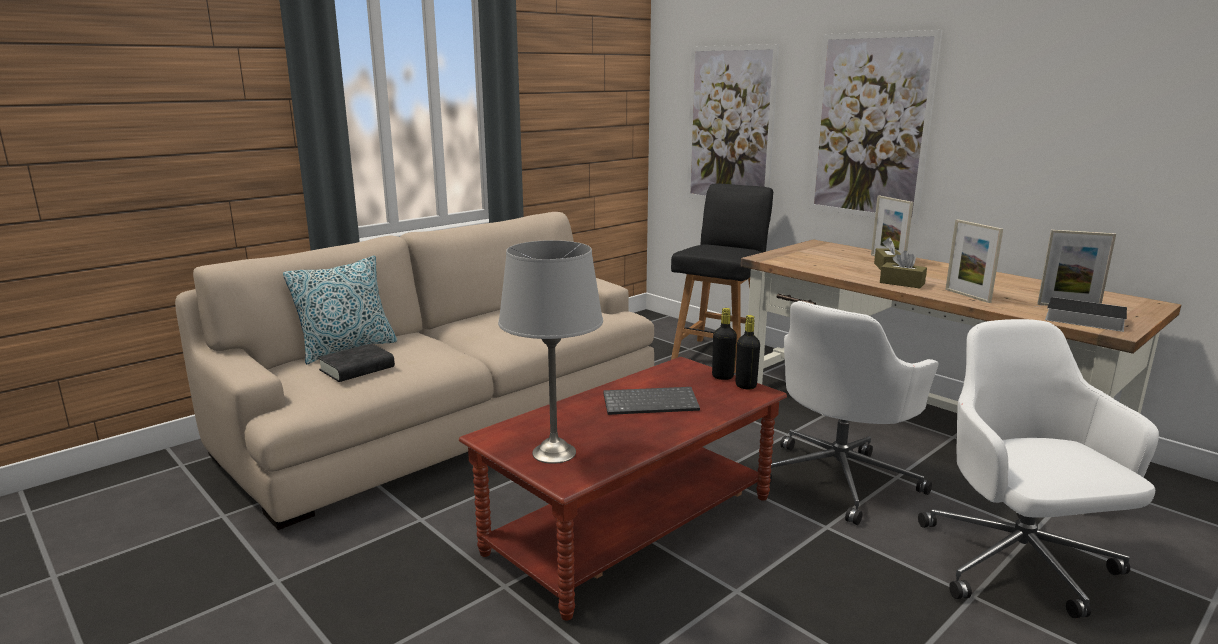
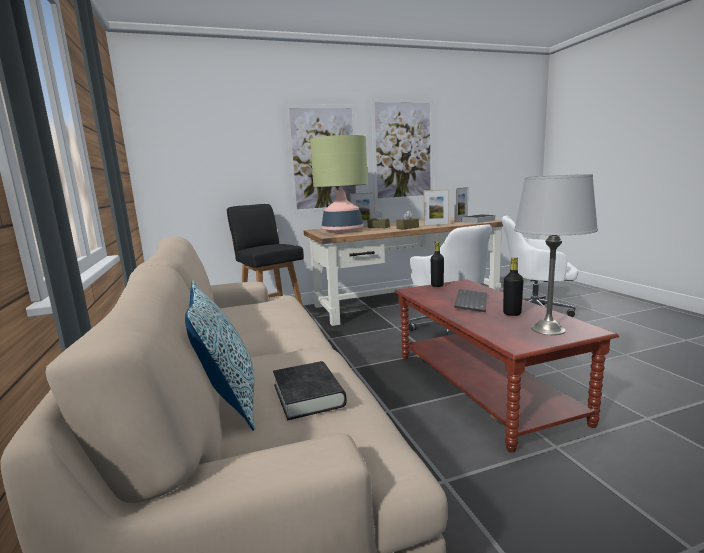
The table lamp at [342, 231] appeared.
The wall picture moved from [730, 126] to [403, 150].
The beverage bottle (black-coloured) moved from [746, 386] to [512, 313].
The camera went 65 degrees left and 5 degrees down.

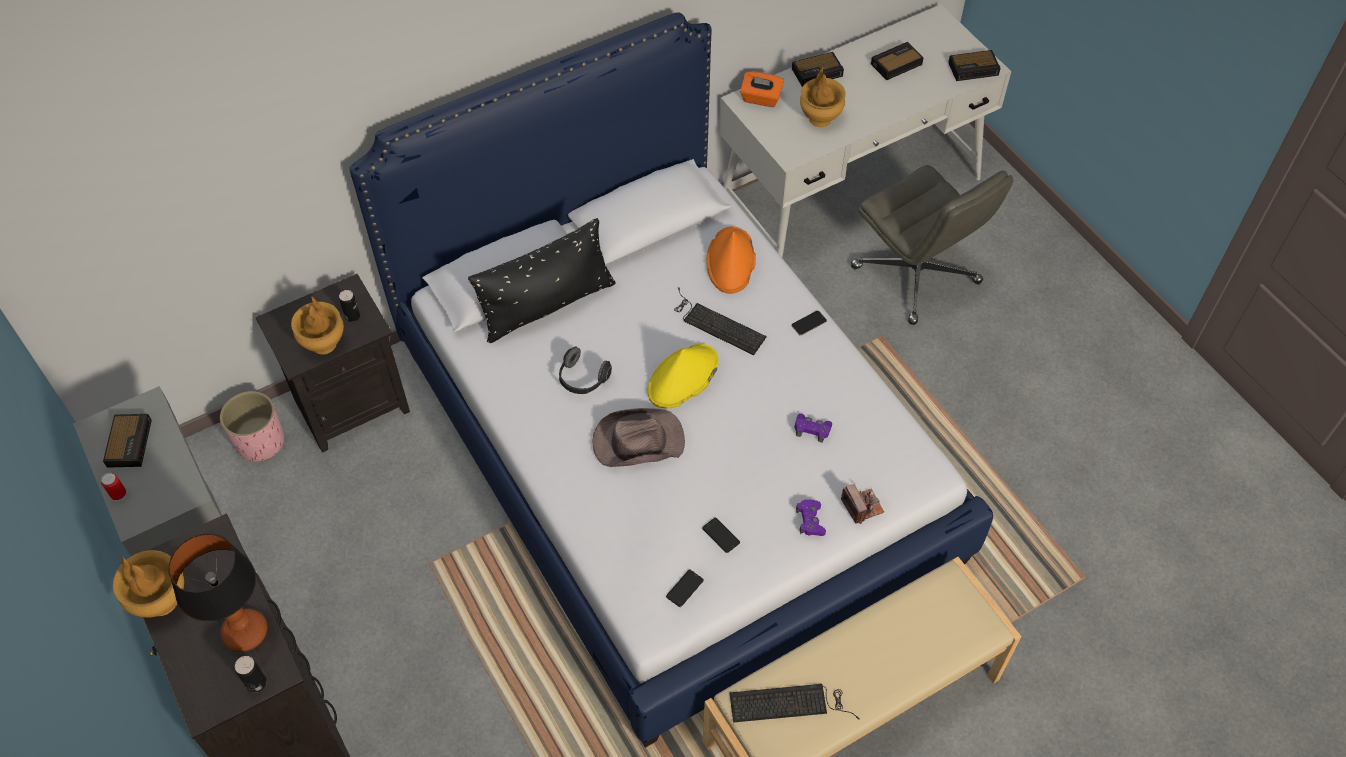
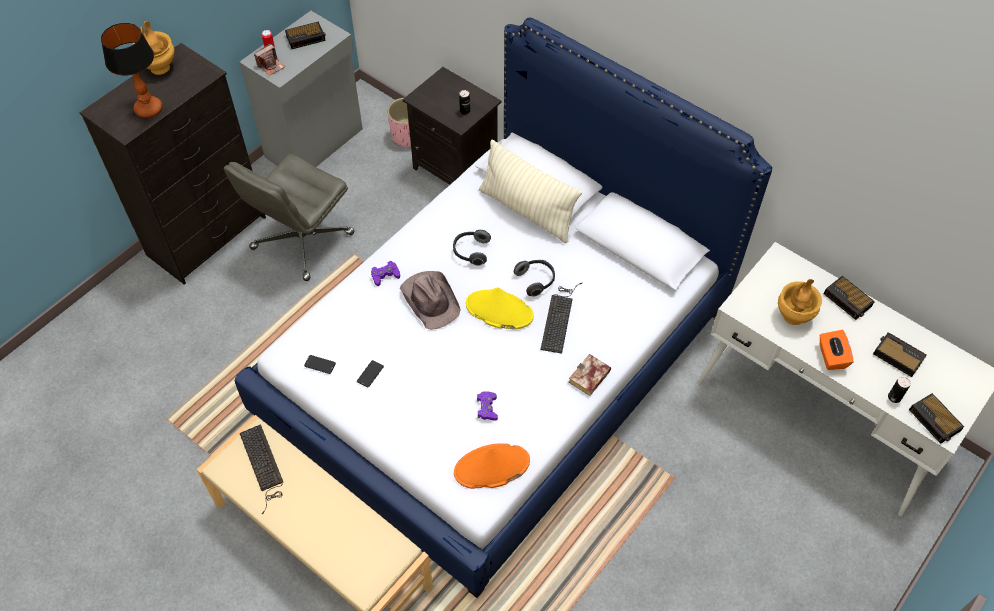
The decorative vase (brownish) at [324, 345] disappeared.
The headset at [536, 280] appeared.
The sealed can moved from [256, 683] to [894, 397].
The hat (orange) moved from [731, 261] to [491, 467].
The tissue box (orange) moved from [761, 99] to [831, 357].
The game controller (purplish) moved from [810, 521] to [385, 275].
The still camera moved from [862, 506] to [271, 66].
The office chair (greyish) moved from [917, 275] to [302, 242].
The telephone at [809, 323] was replaced by the volume at [589, 379].
The cushion (black-coloured) at [547, 305] became the cushion (beige-coloured) at [527, 211].
The camera went 70 degrees right and 0 degrees up.

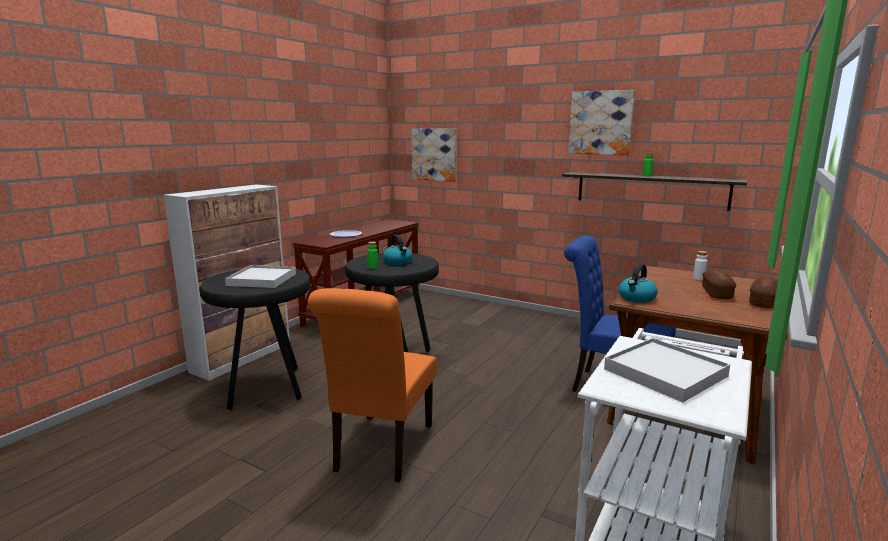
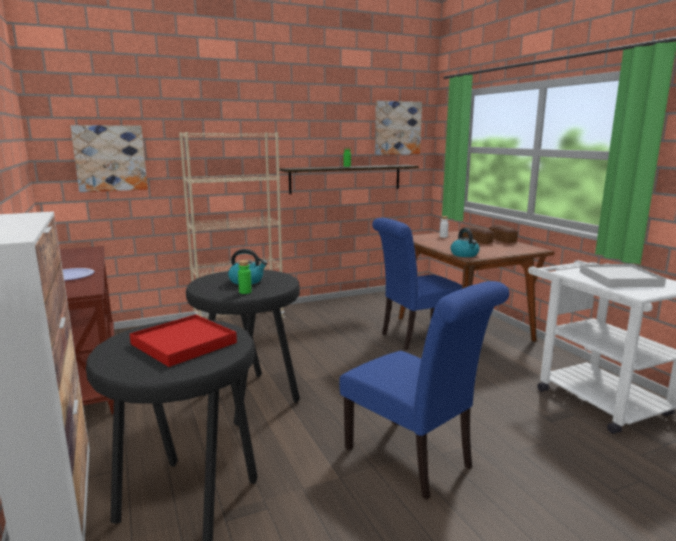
The bookshelf (beige-coloured) at [239, 320] appeared.
The wall picture moved from [600, 123] to [397, 128].
The tray (whitish) at [262, 279] became the tray (red-coloured) at [184, 343].
The chair (orange) at [381, 451] became the chair (blue) at [414, 460].
The camera went 55 degrees left and 0 degrees up.

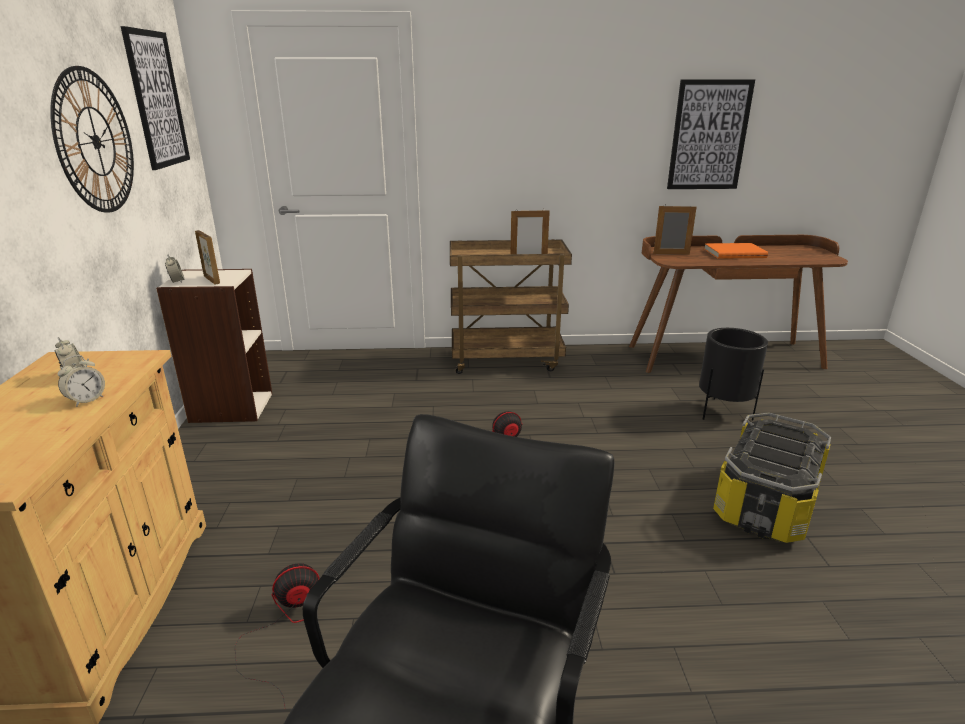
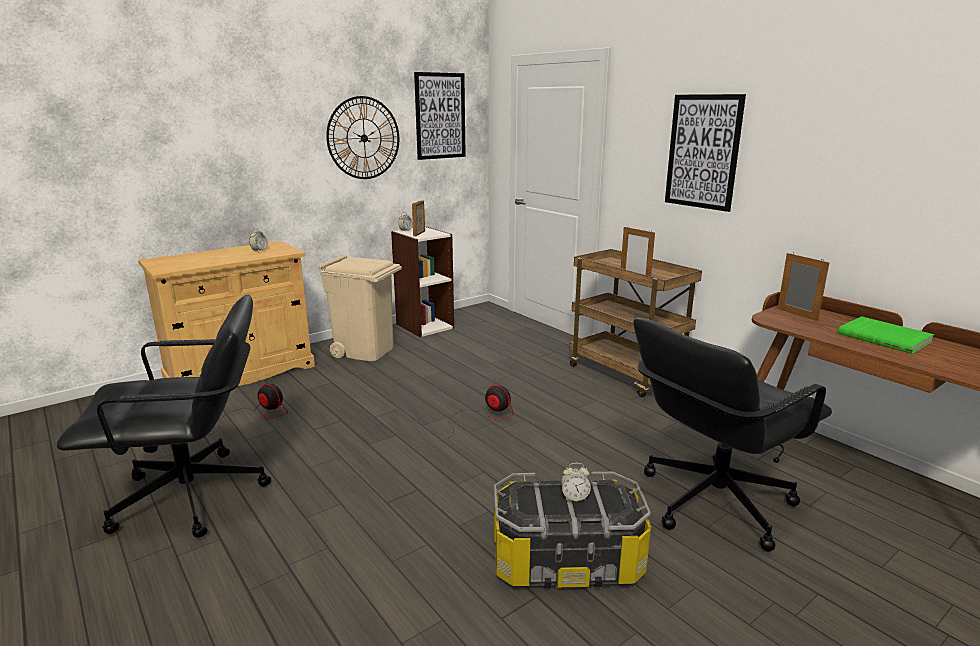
The trash can (beige-coloured) at [365, 350] appeared.
The bedside clock moved from [86, 400] to [574, 497].
The wall picture moved from [709, 136] to [703, 152].
The planter (black-coloured) at [722, 412] was replaced by the office chair (black-coloured) at [713, 501].
The volume (orange) at [734, 253] became the volume (green-coloured) at [884, 337].
The camera went 55 degrees right and 5 degrees down.

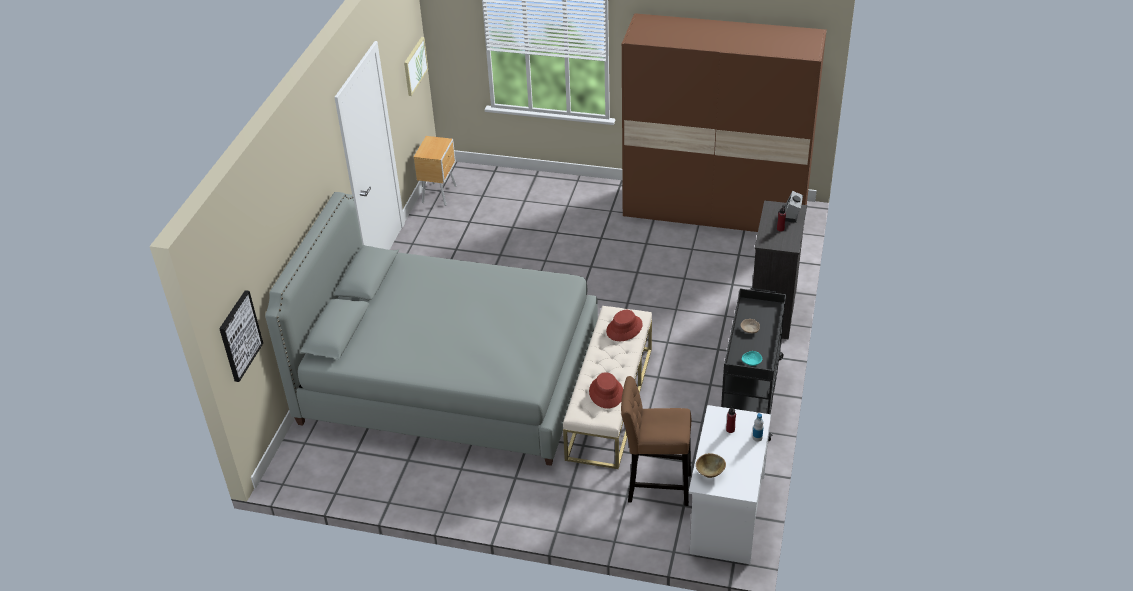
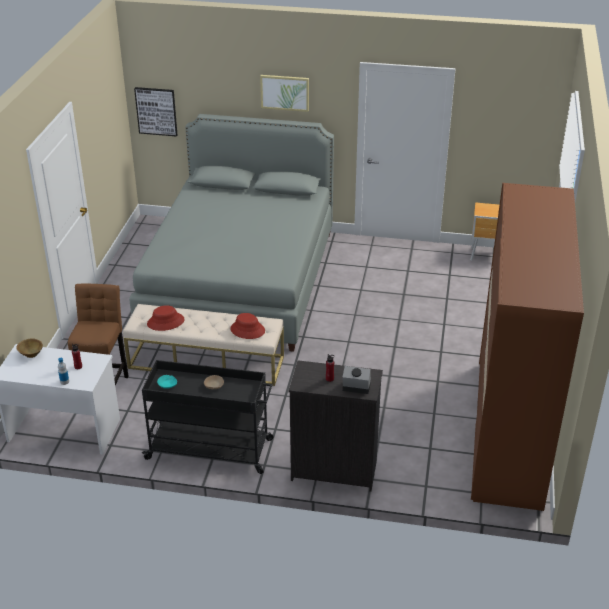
The wall picture moved from [415, 66] to [285, 92].
The camera went 85 degrees right and 5 degrees down.

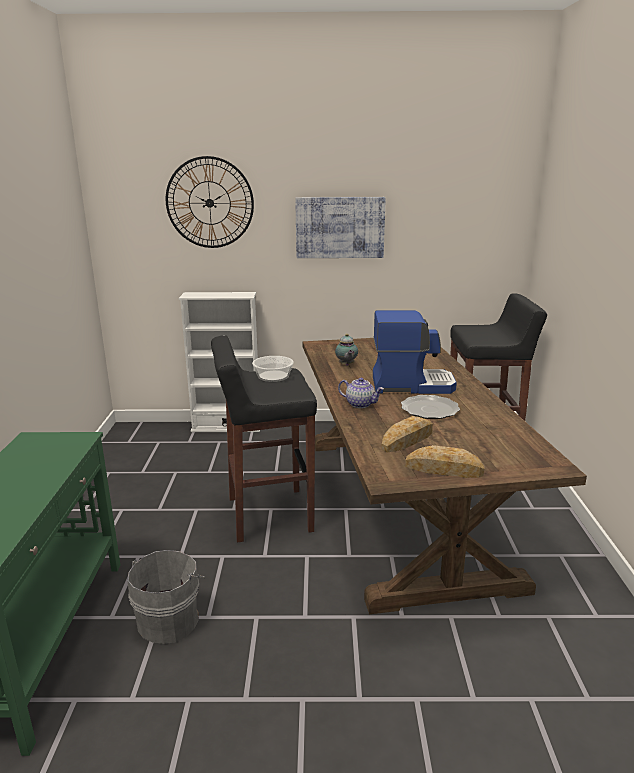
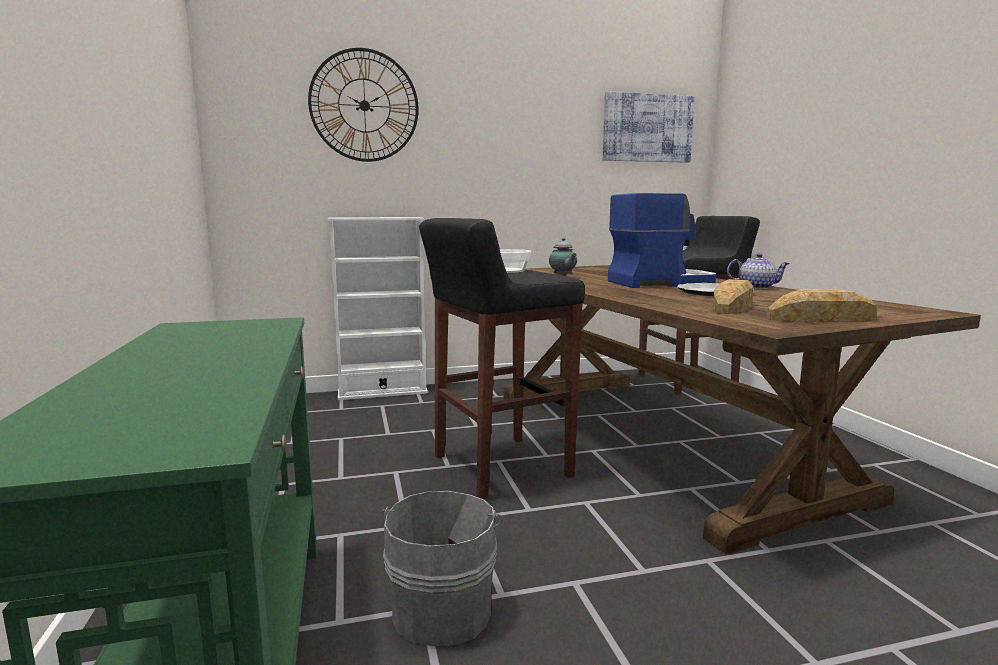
The wall picture moved from [340, 227] to [647, 128].
The pot for tea moved from [360, 404] to [756, 287].
The camera went 15 degrees left and 10 degrees down.

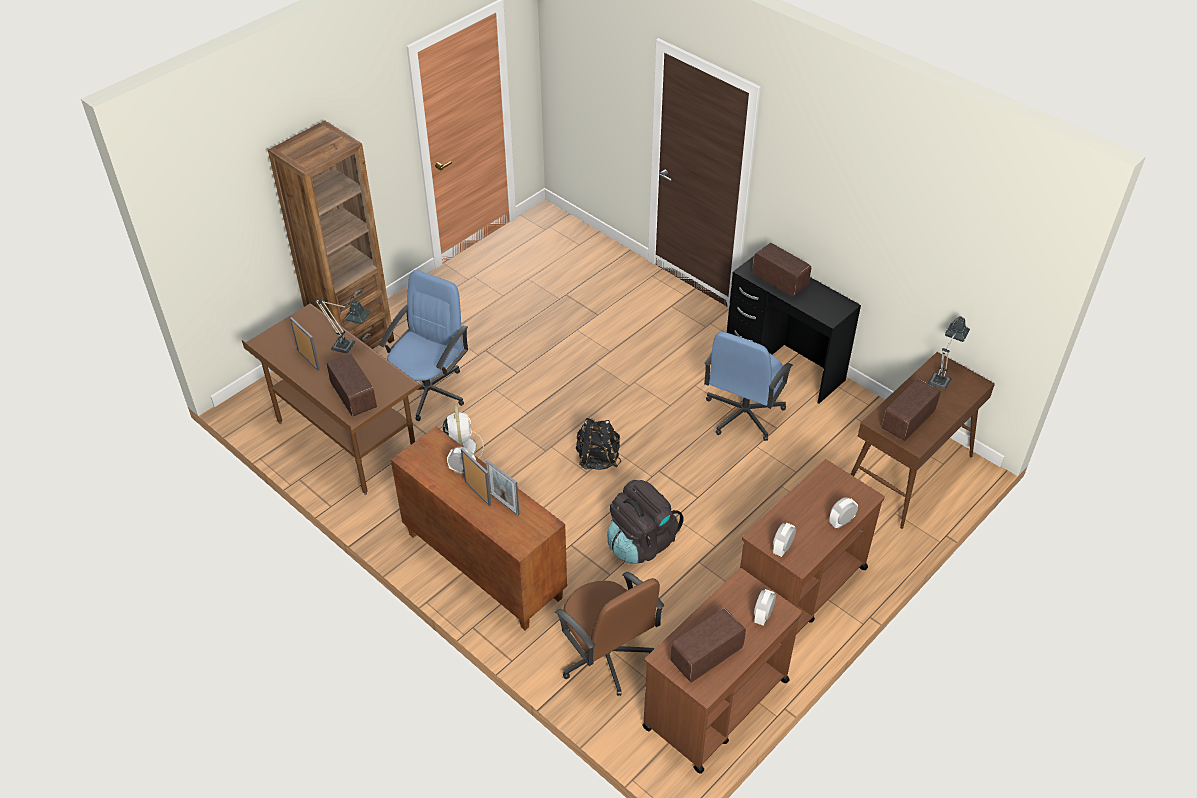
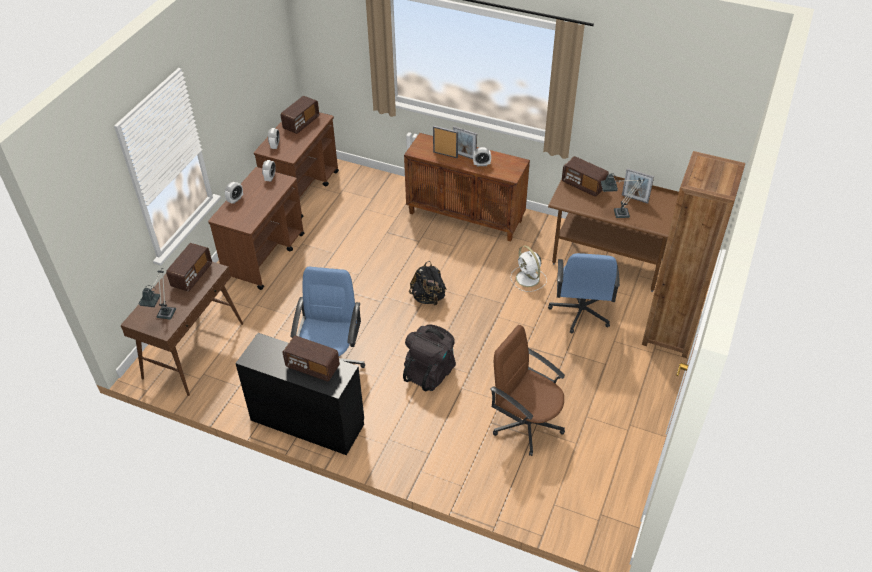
The office chair (brownish) moved from [605, 656] to [526, 423].
The rucksack (black-coloured) moved from [641, 543] to [430, 372].
The camera went 160 degrees right and 0 degrees up.

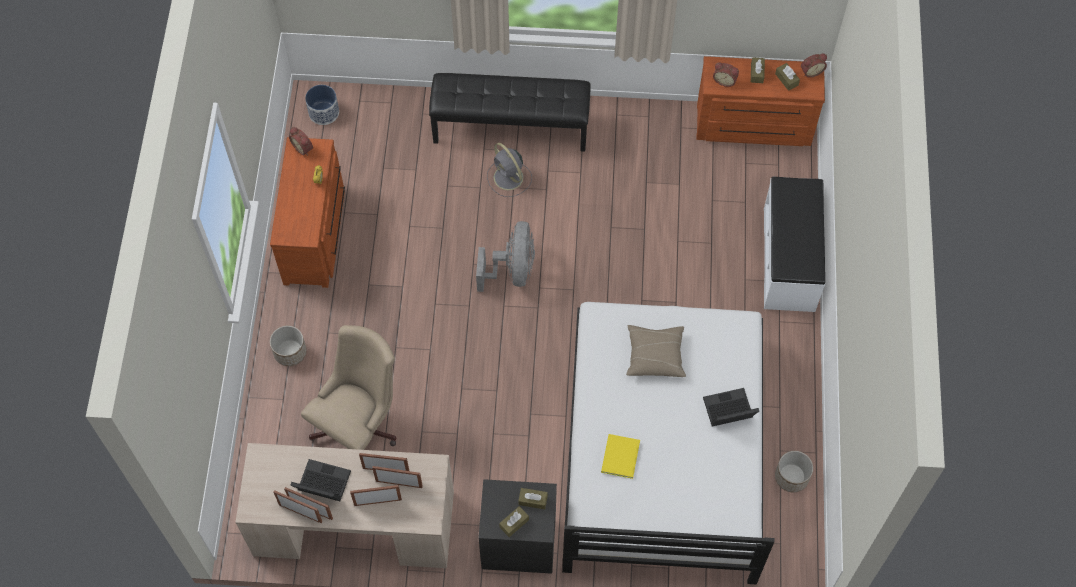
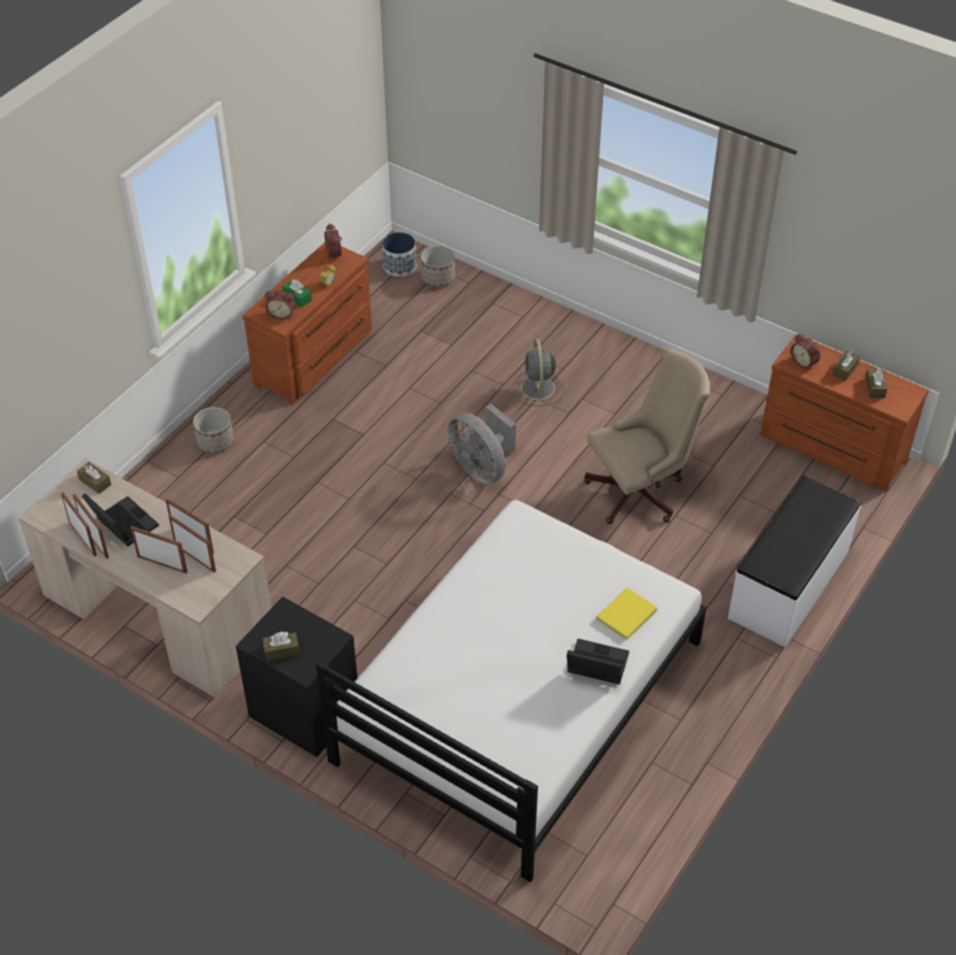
The long seat (black-coloured) at [511, 127] disappeared.
The cushion (beige-coloured) at [655, 355] disappeared.
The tissue box (green-coloured) at [297, 297] appeared.
The office chair (beige-coloured) moved from [360, 425] to [641, 491].
The tissue box (brownish) moved from [533, 500] to [95, 482].
The volume (yellow) moved from [619, 458] to [624, 615].
The planter moved from [791, 477] to [438, 278].
The bedside clock moved from [811, 71] to [282, 314].
The electric fan (greyish) at [512, 270] turned 105 degrees clockwise.
The camera went 30 degrees right and 15 degrees down.

